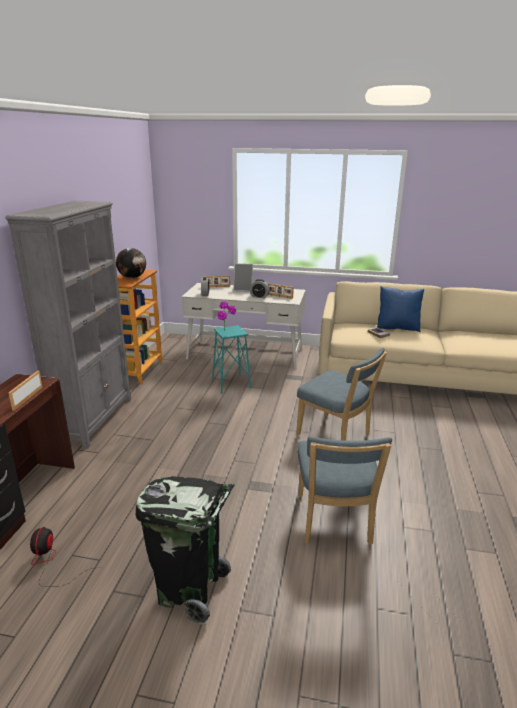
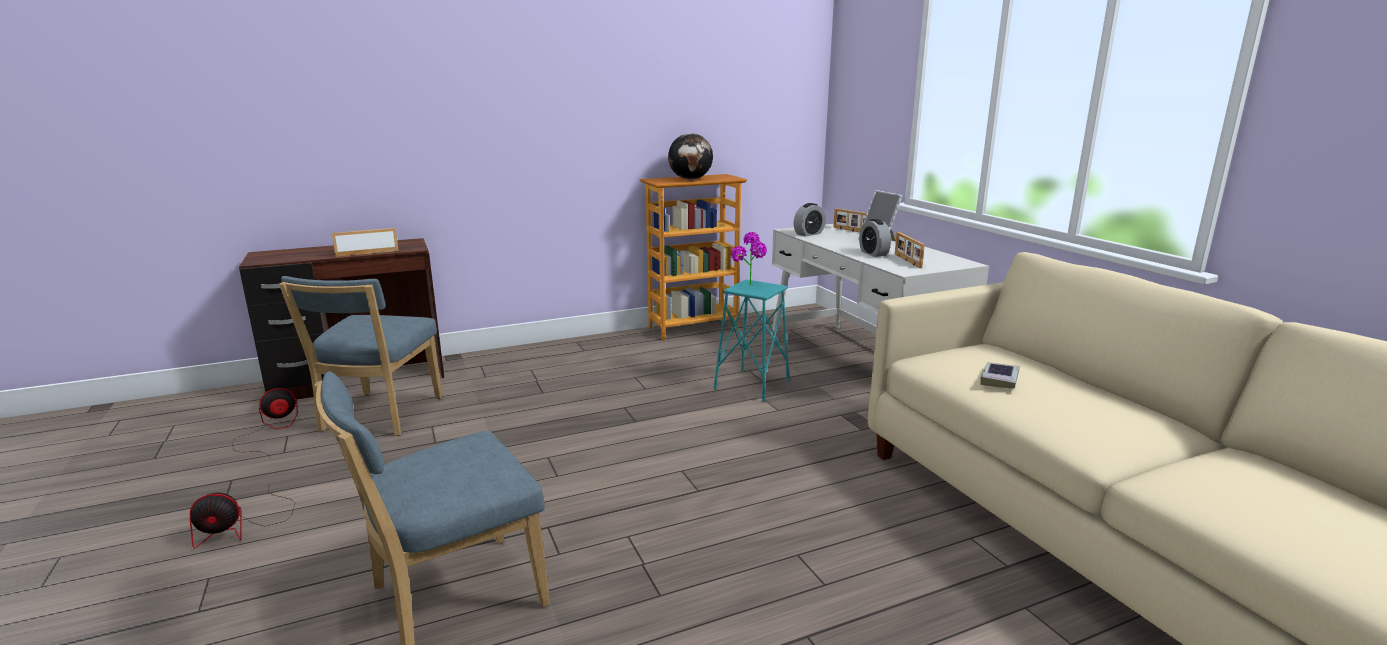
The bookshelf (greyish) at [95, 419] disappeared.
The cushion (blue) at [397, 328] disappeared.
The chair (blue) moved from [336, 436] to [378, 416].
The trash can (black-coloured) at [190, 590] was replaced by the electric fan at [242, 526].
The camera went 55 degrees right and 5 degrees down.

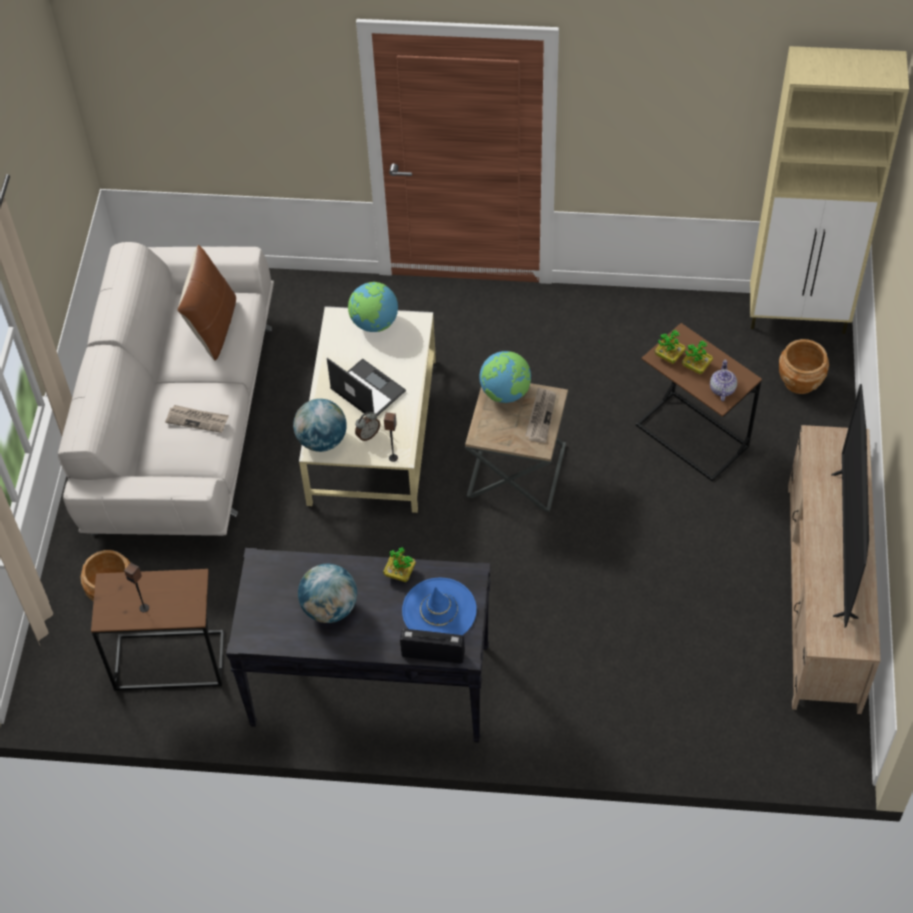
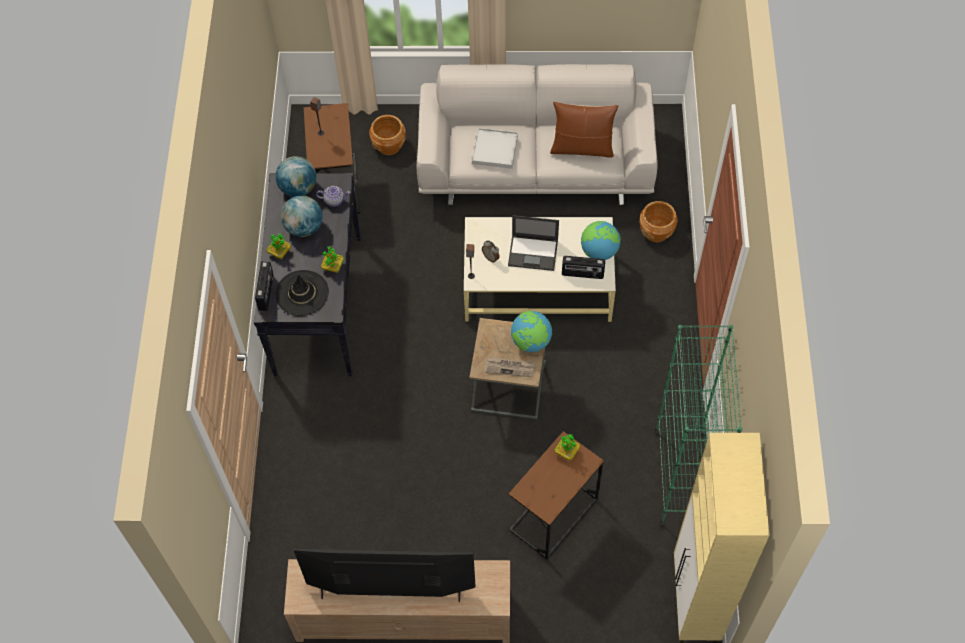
The radio set at [582, 274] appeared.
The bookshelf (green-coloured) at [682, 477] appeared.
The desk globe moved from [322, 440] to [298, 188].
The houseplant moved from [696, 366] to [279, 252].
The pot for tea moved from [722, 388] to [334, 200].
The planter (brownish) moved from [799, 381] to [656, 231].
The printed paper at [198, 420] was replaced by the tray (whitish) at [495, 150].
The hat (blue) at [439, 610] became the hat (black-coloured) at [302, 293].
The laptop at [367, 389] turned 60 degrees clockwise.
The camera went 85 degrees right and 5 degrees up.

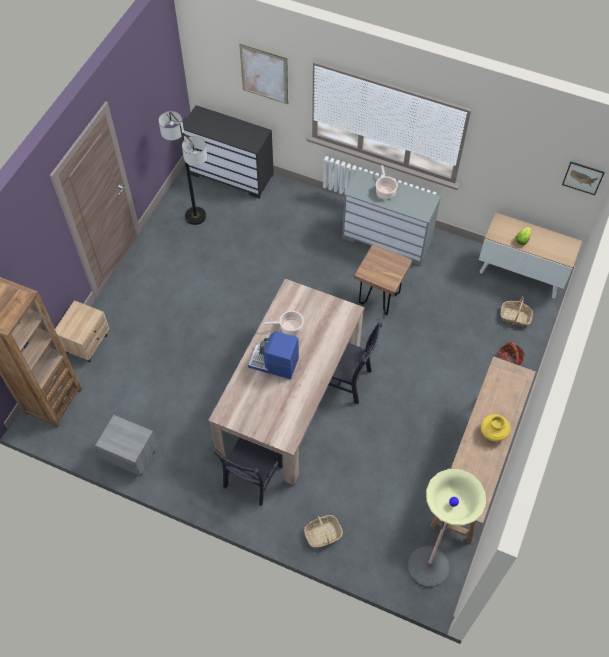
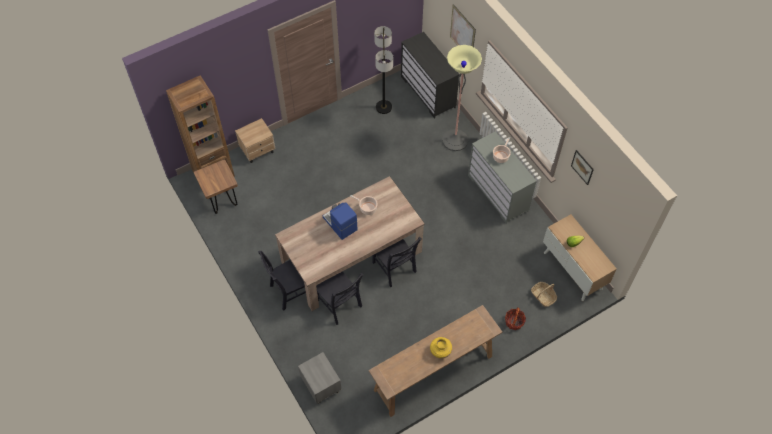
The storage basket at [323, 534] disappeared.
The chair (black-coloured) at [340, 305] appeared.
The nightstand (greyish) moved from [131, 456] to [321, 385].
The sitting stool (brownish) moved from [379, 299] to [222, 201].
The floor lamp moved from [428, 566] to [455, 140].
The wall picture moved from [583, 178] to [582, 167].
The camera went 35 degrees right and 0 degrees up.

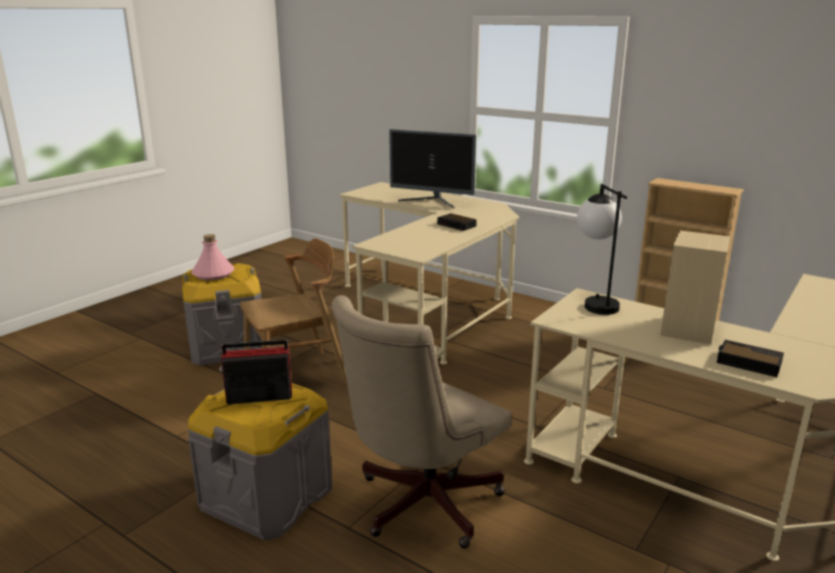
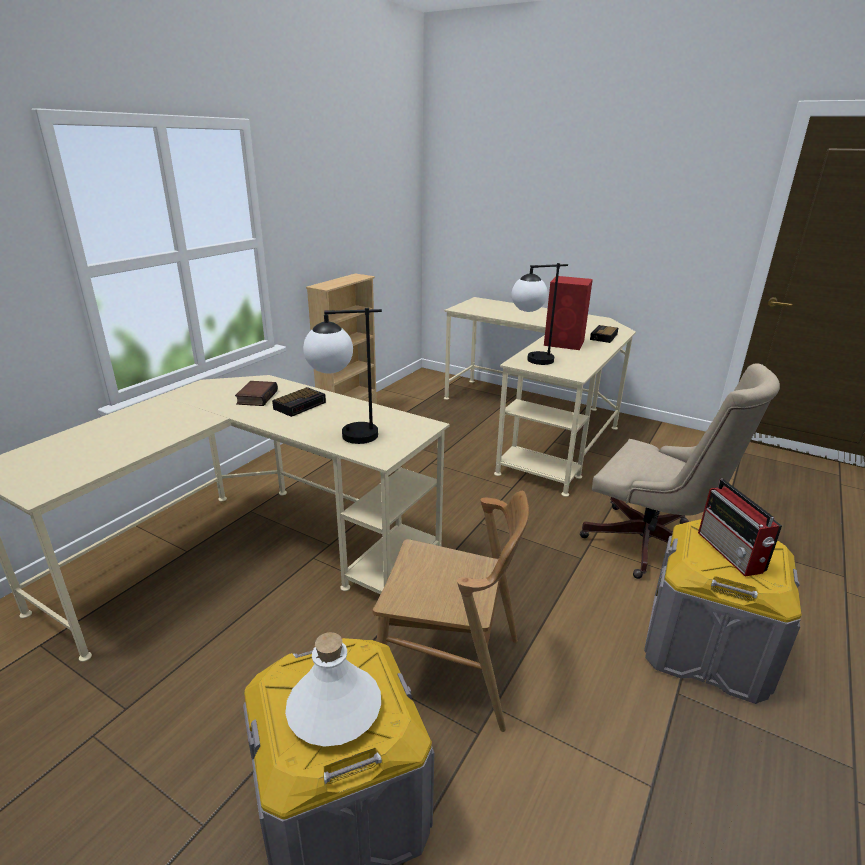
The monitor at [432, 202] disappeared.
The volume at [256, 397] appeared.
The table lamp at [344, 436] appeared.
The beverage bottle (pinkish) at [213, 274] became the beverage bottle (whitish) at [334, 710].
The audio speaker (beige-coloured) at [688, 330] became the audio speaker (red-coloured) at [565, 343].
The chair (brownish) at [296, 377] turned 135 degrees clockwise.
The camera went 95 degrees left and 5 degrees up.

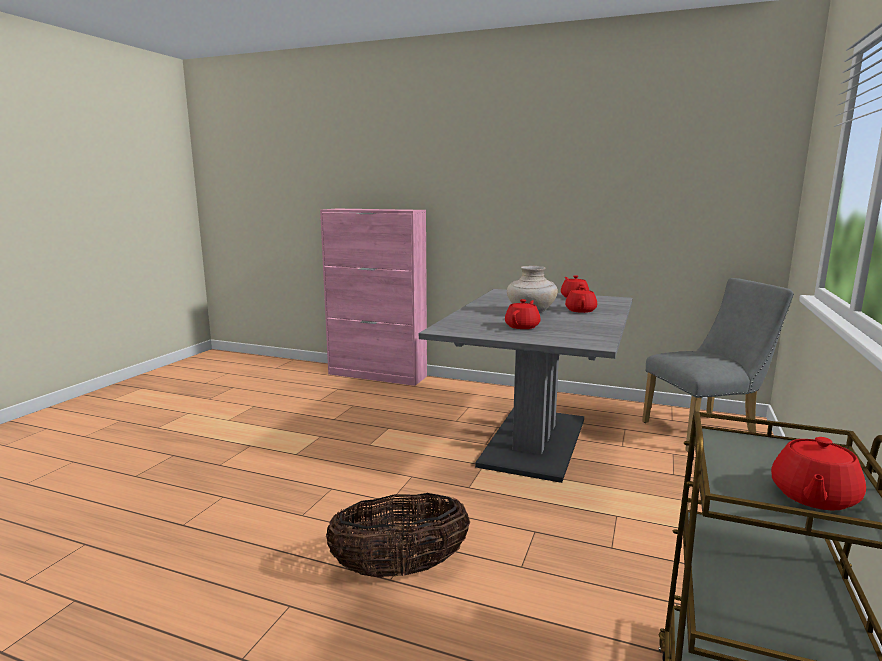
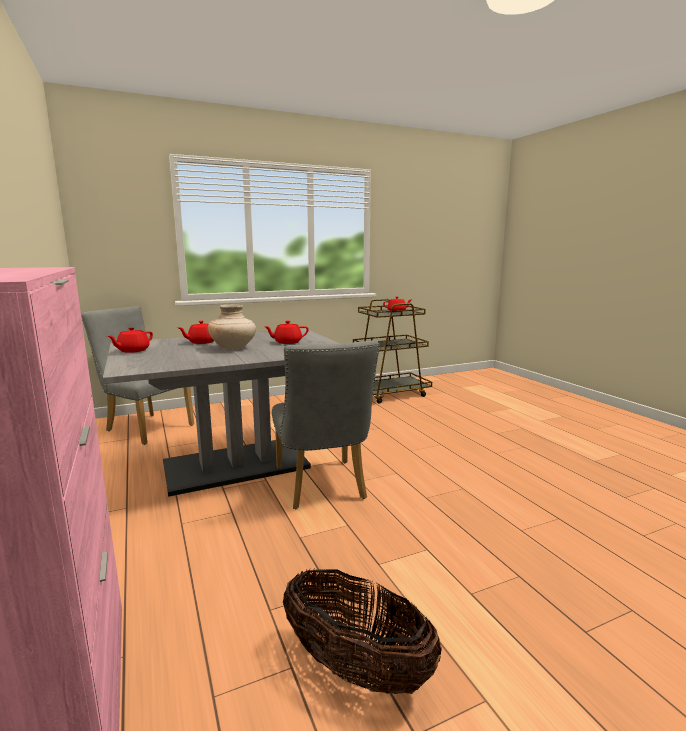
The chair (greyish) at [322, 488] appeared.
The storage basket moved from [400, 569] to [356, 668].
The camera went 135 degrees left and 0 degrees up.

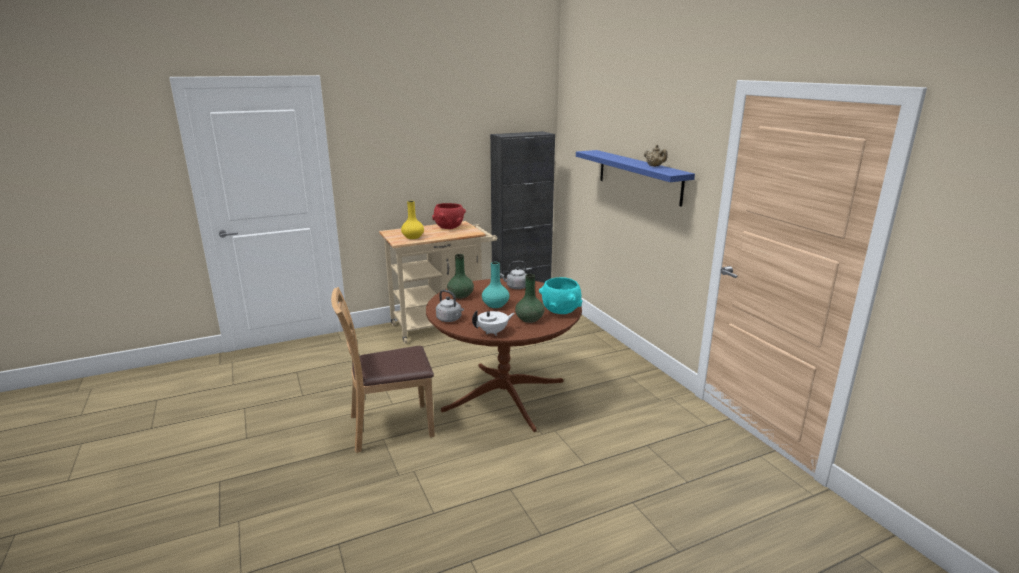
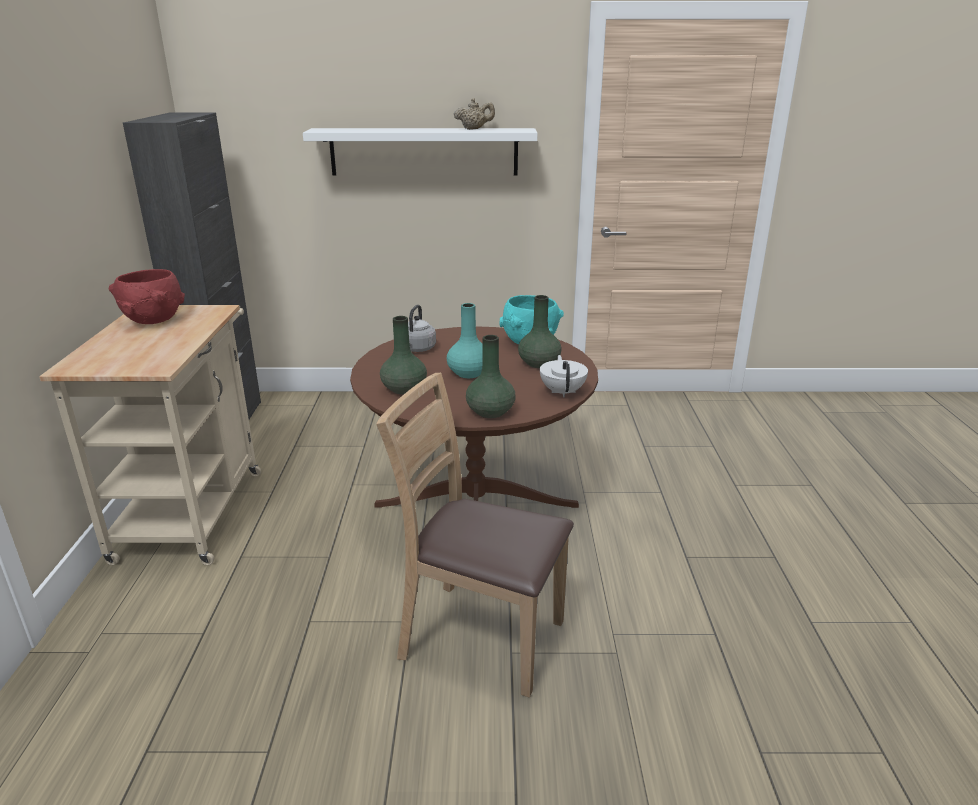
The decorative vase (yellow) at [412, 237] disappeared.
The tea kettle (greyish) at [450, 319] was replaced by the decorative vase (green-coloured) at [490, 412].
The shelf (blue) at [639, 176] became the shelf (whitish) at [424, 152].
The chair (brownish) at [390, 427] turned 105 degrees clockwise.
The camera went 65 degrees left and 5 degrees up.

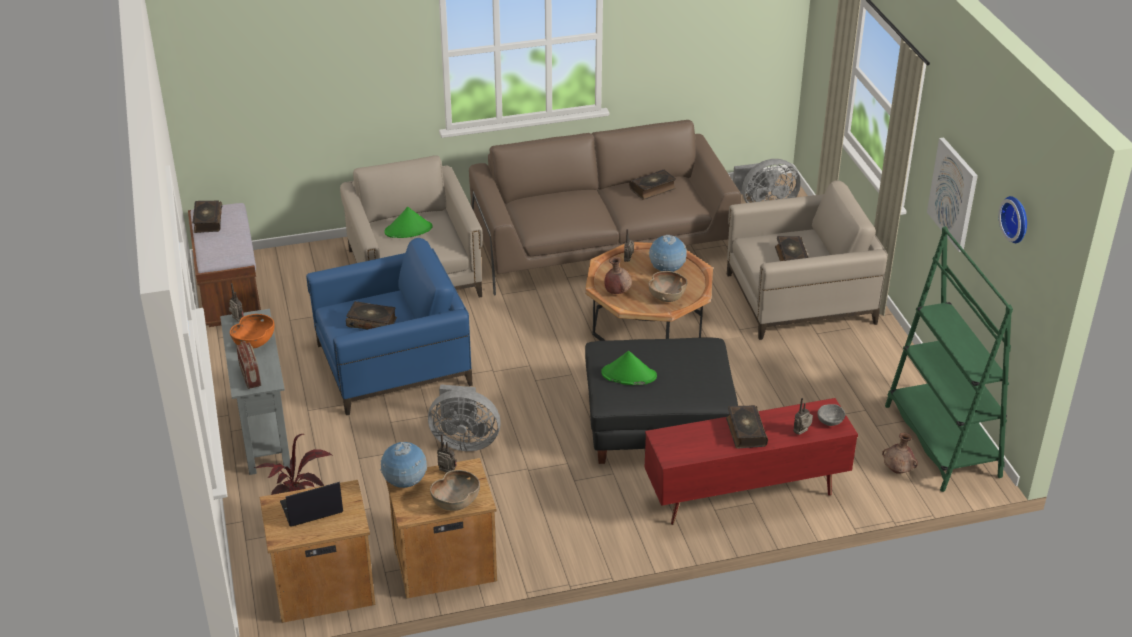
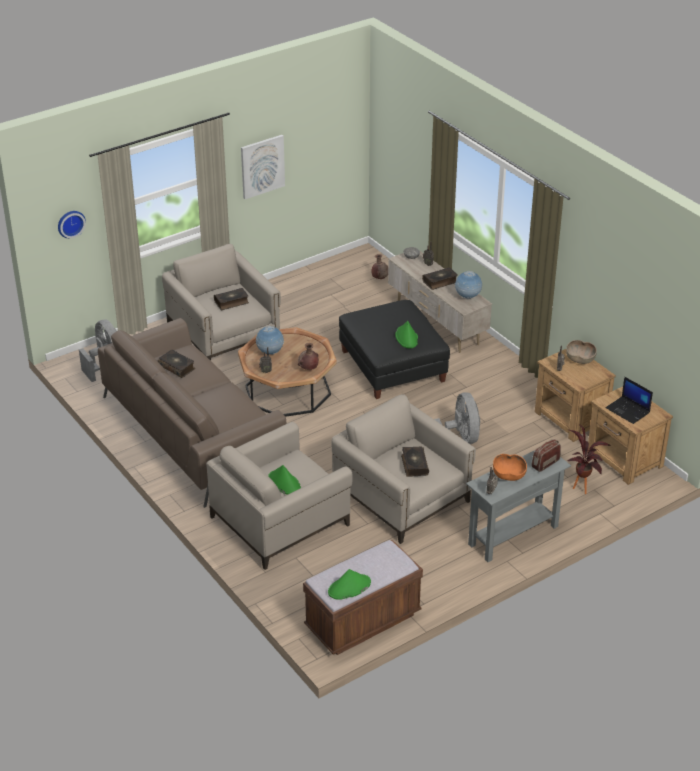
The serving bowl (brownish) at [666, 296] disappeared.
The bookshelf (green-coloured) at [942, 441] disappeared.
The desk globe moved from [405, 483] to [467, 297].
The wall clock moved from [1017, 219] to [70, 223].
The volume at [207, 221] was replaced by the hat (green-coloured) at [349, 587].
The armchair (blue) at [392, 365] became the armchair (beige-coloured) at [401, 496].
The media console (red-coloured) at [745, 496] became the media console (beige-coloured) at [436, 324].
The camera went 110 degrees left and 0 degrees up.

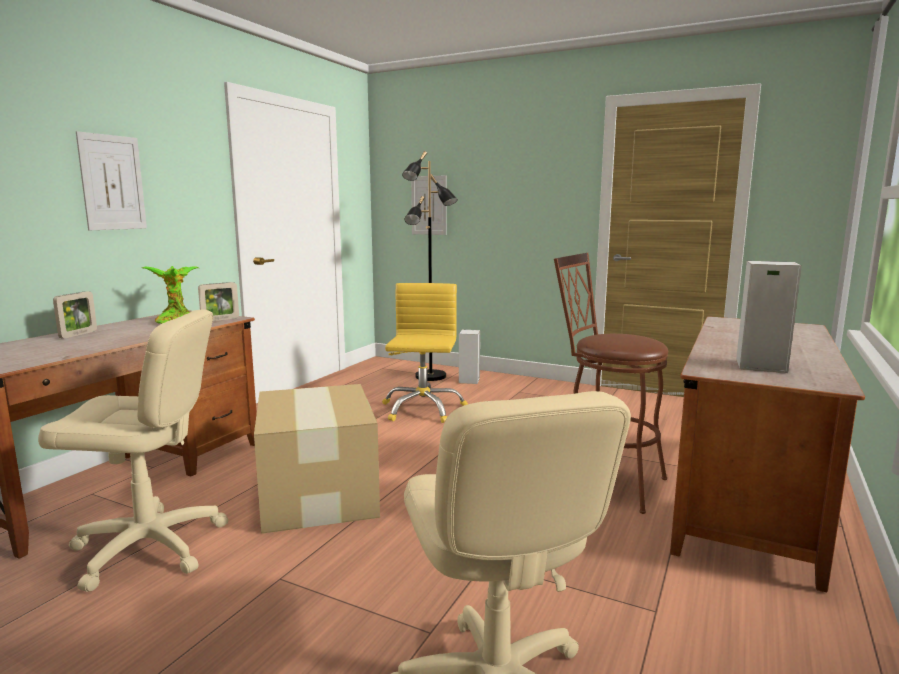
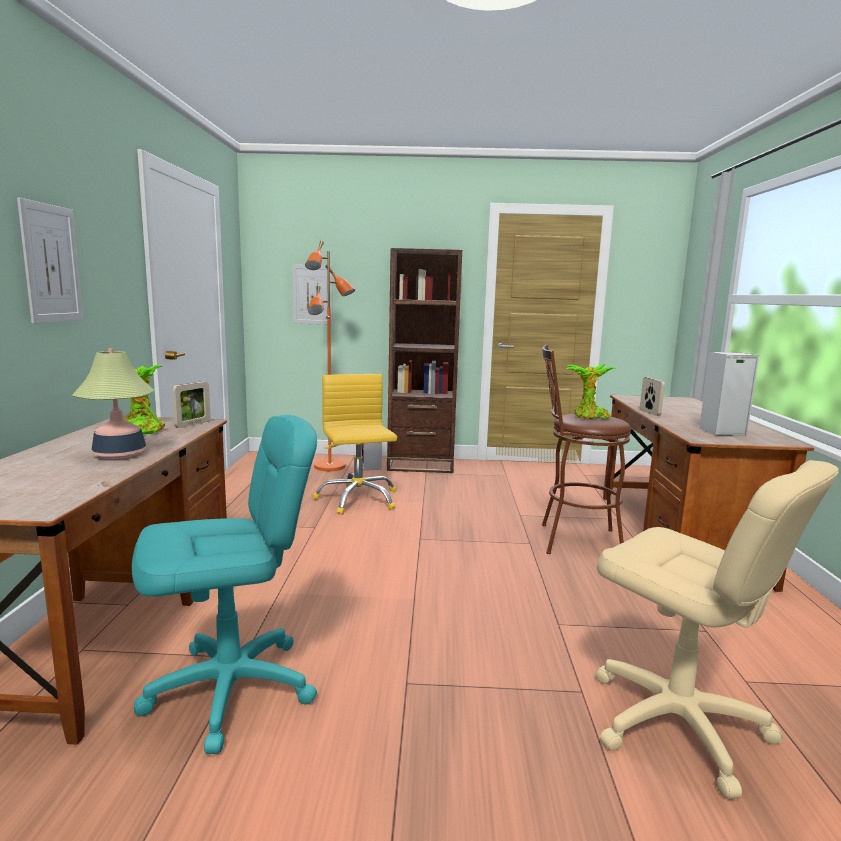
The packing box at [319, 493] disappeared.
The table lamp at [120, 454] appeared.
The bookshelf (brownish) at [420, 465] appeared.
The houseplant at [589, 417] appeared.
The standing frame moved from [78, 334] to [649, 412].
The office chair (beige-coloured) at [149, 547] became the office chair (turquoise-coloured) at [231, 689].
The floor lamp (black-coloured) at [431, 377] became the floor lamp (orange) at [330, 467].
The camera went 25 degrees left and 0 degrees up.

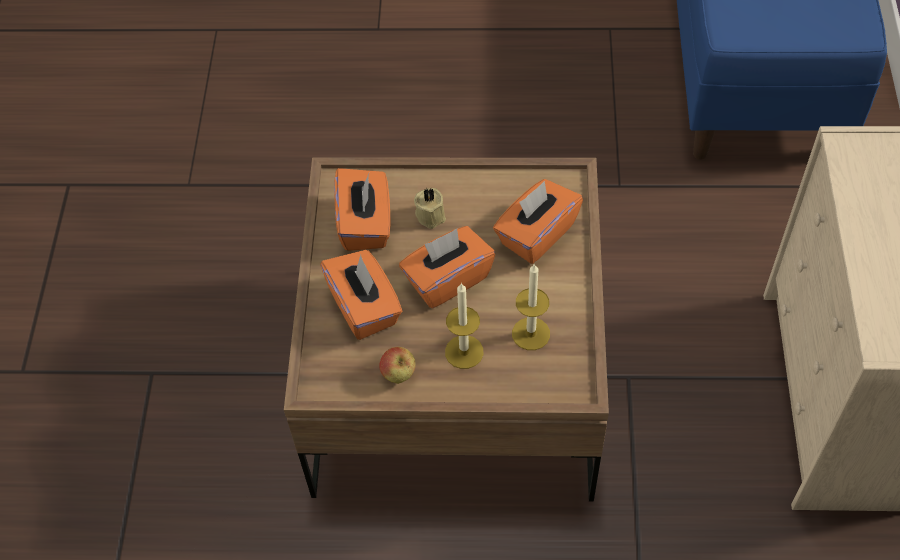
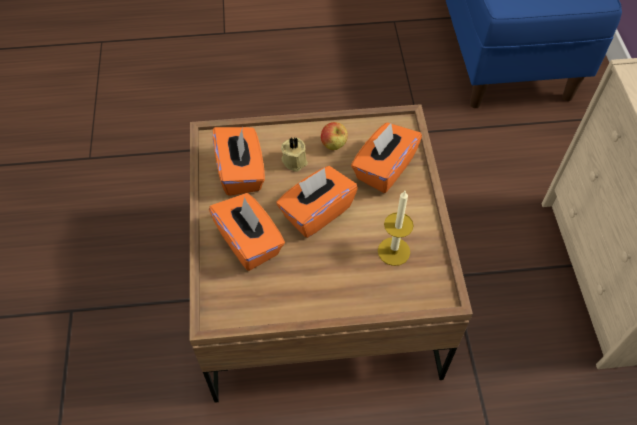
The candle at [464, 352] disappeared.
The apple moved from [399, 375] to [333, 145].
The camera went 10 degrees left and 0 degrees up.

